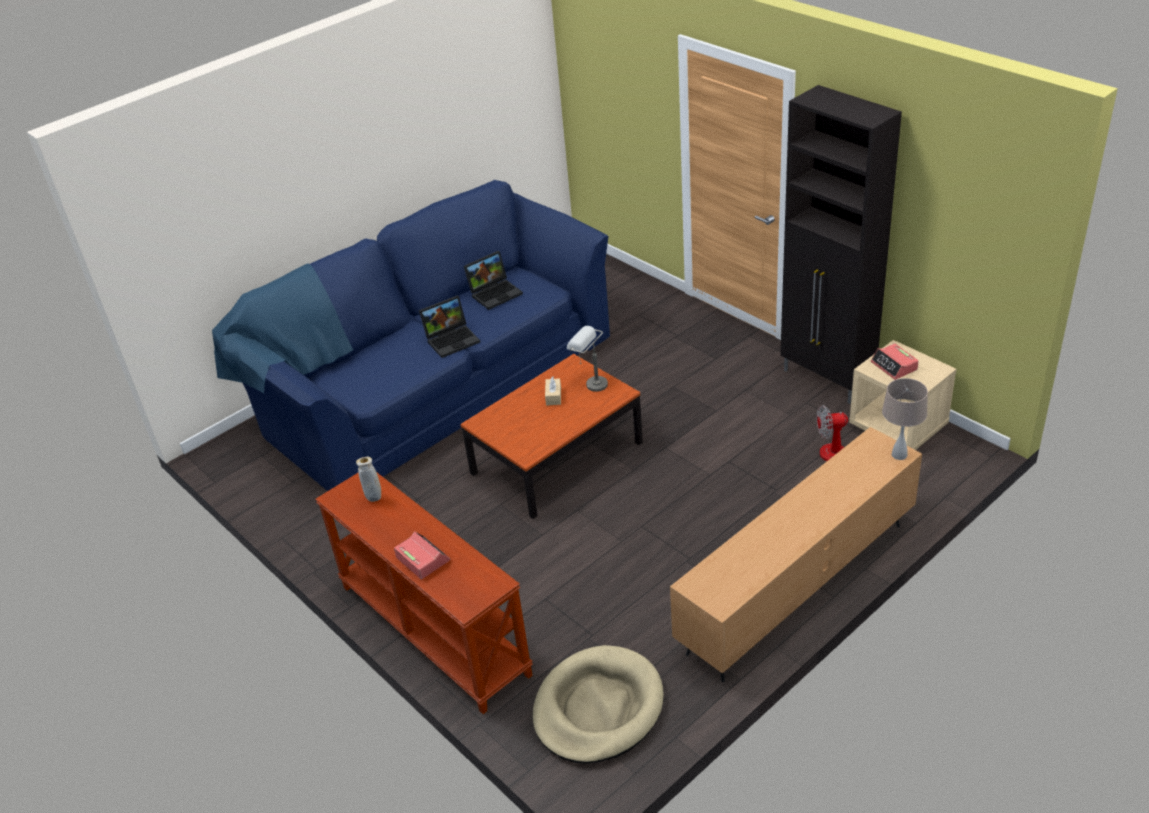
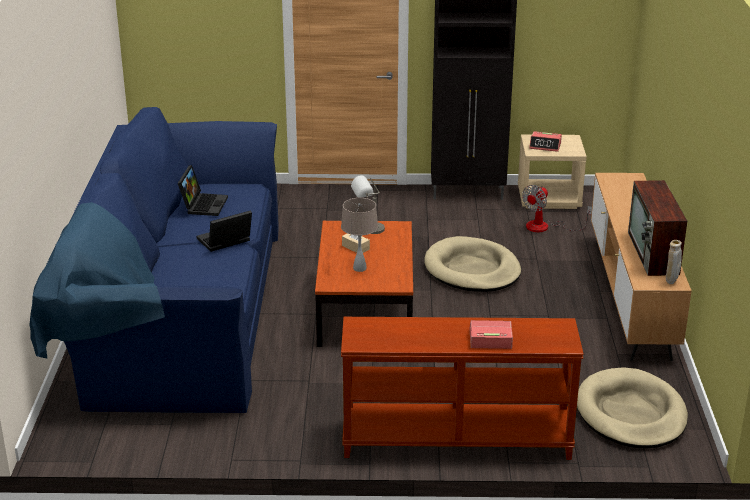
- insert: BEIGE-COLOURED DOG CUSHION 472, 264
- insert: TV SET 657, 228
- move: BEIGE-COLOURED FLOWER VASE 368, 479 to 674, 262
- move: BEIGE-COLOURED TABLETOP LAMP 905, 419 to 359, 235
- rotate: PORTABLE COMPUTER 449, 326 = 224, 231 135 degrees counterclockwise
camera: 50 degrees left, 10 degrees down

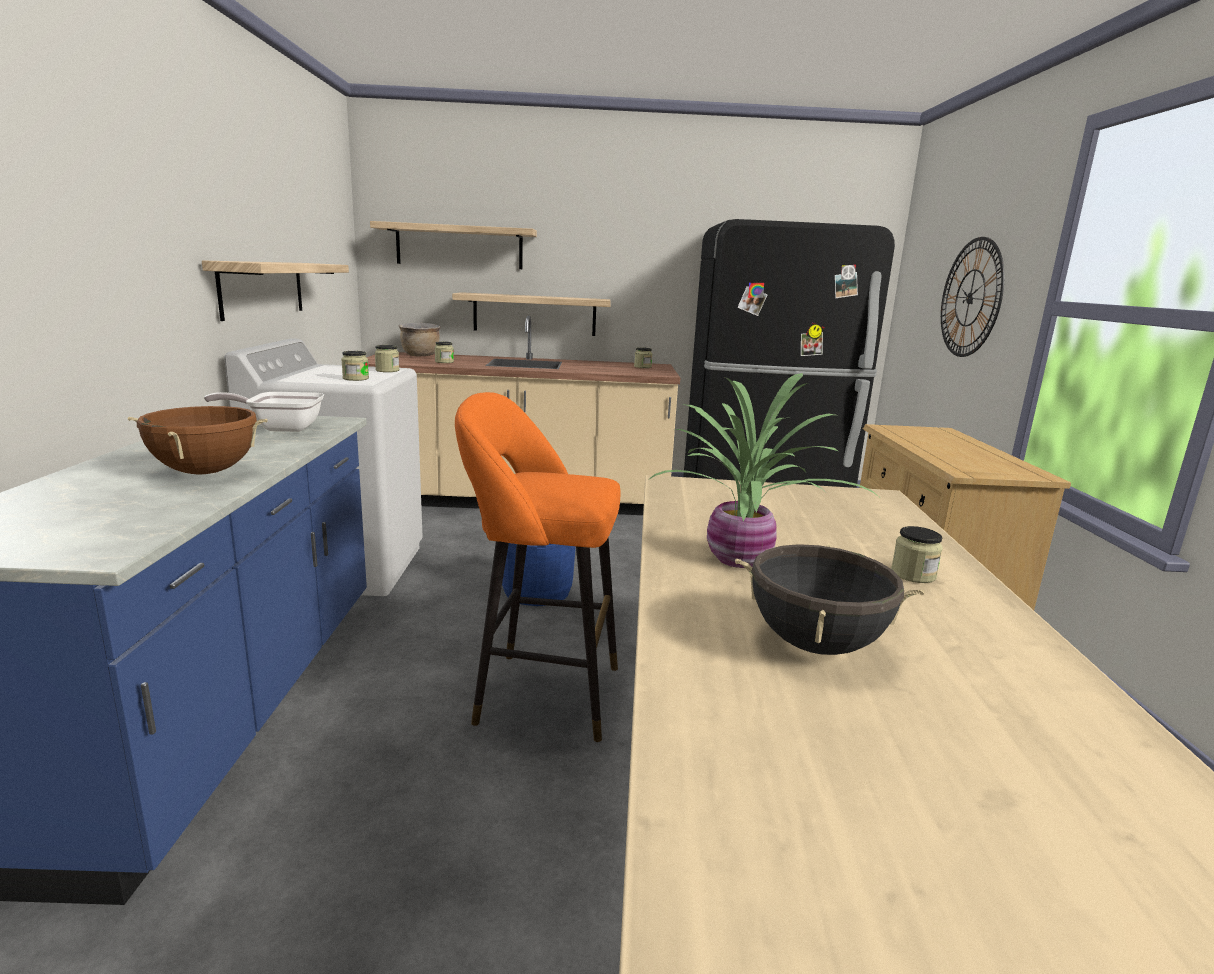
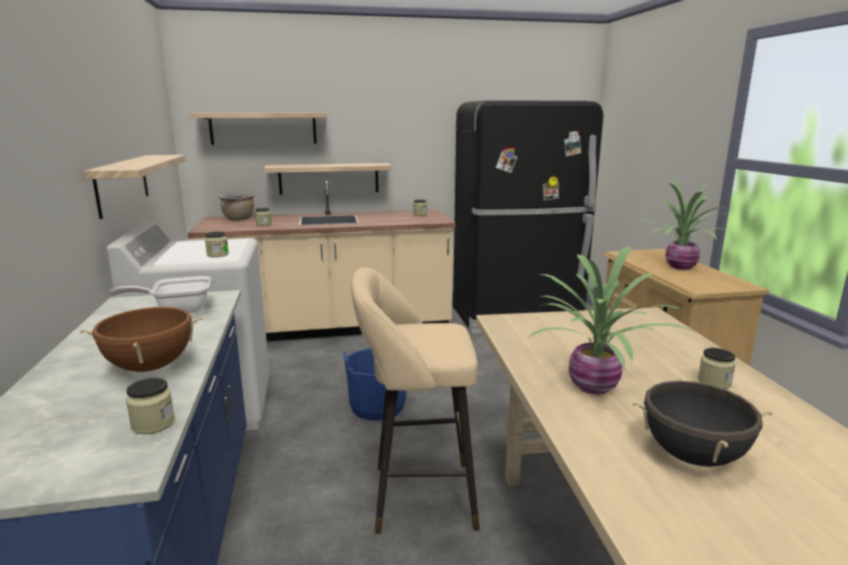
- delete: WALL CLOCK 972, 297
- insert: PLANT IN A POT 682, 225
- move: STORAGE JAR 387, 358 to 150, 406
- recolor: ORANGEY SITTING STOOL 537, 567 to BEIGE-COLOURED SITTING STOOL 415, 400
camera: 10 degrees left, 0 degrees up

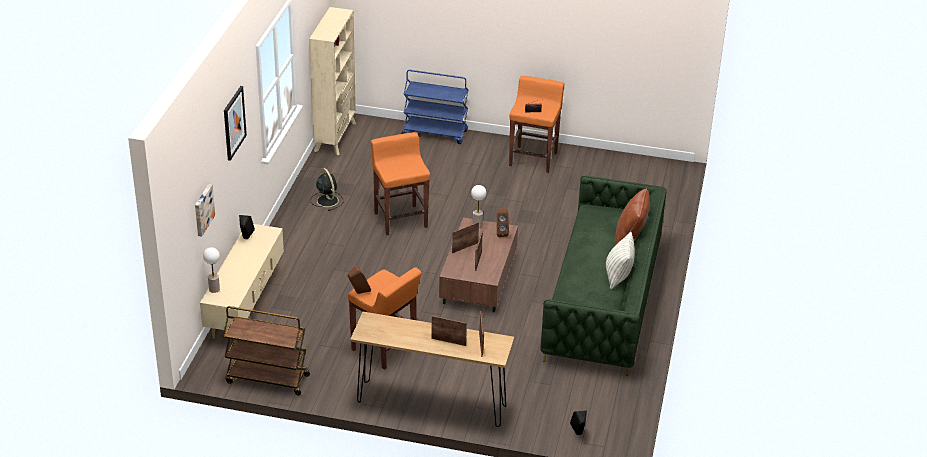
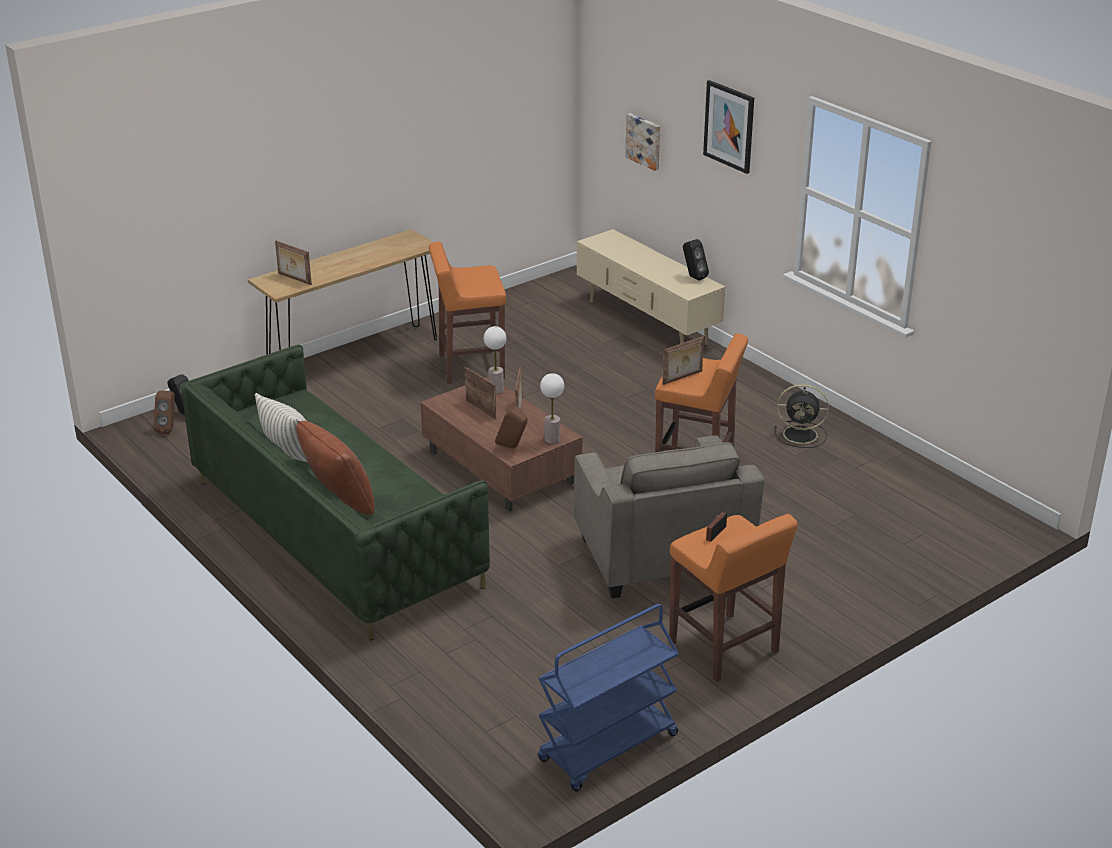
- delete: BROWN CART 266, 350
- delete: BEIGE-COLOURED BOOKCASE 332, 81
- insert: GREY LOUNGE CHAIR 669, 516
- move: TABLETOP LAMP 211, 270 to 495, 360
- move: BROWN LOUDSPEAKER 359, 279 to 164, 412
- move: BLUISH CART 434, 107 to 608, 698
- move: STANDING FRAME 449, 331 to 683, 360
camera: 130 degrees right, 5 degrees down

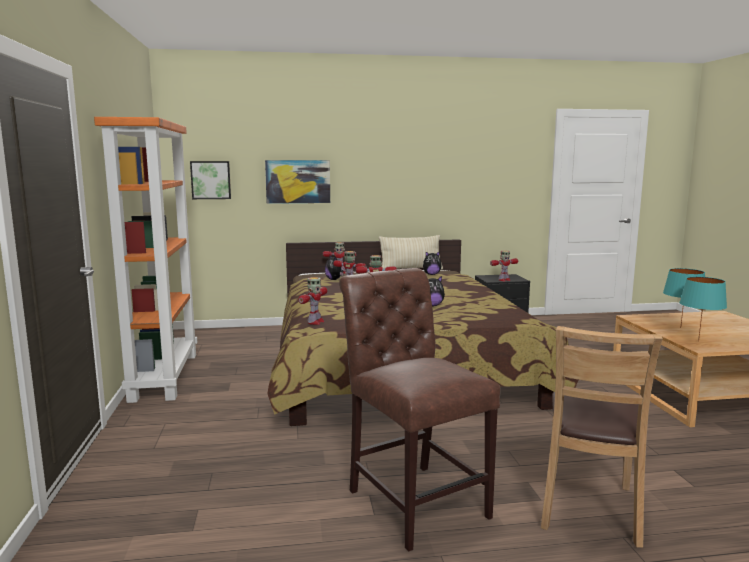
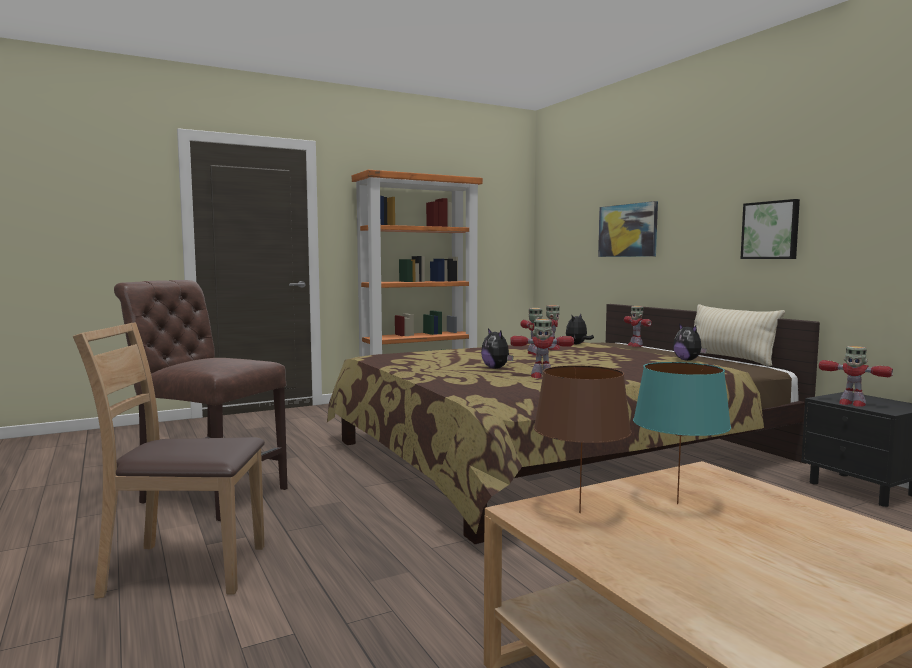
- move: WALL PICTURE 210, 180 to 770, 229
- move: ROBOT FIGURE 312, 301 to 542, 348
- recolor: TURQUOISE-COLOURED TABLETOP LAMP 703, 309 to BROWN TABLETOP LAMP 582, 439
- rotate: BROWN UPRIGHT CHAIR 420, 409 = 200, 400 105 degrees counterclockwise
camera: 70 degrees right, 5 degrees down

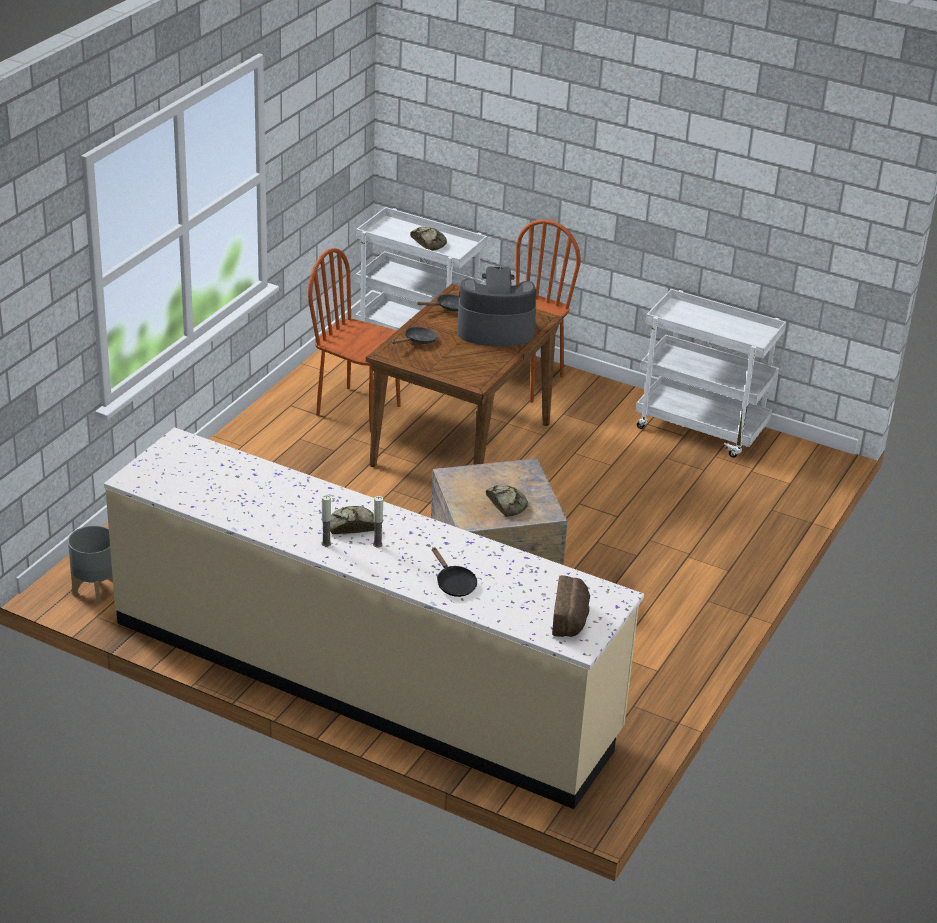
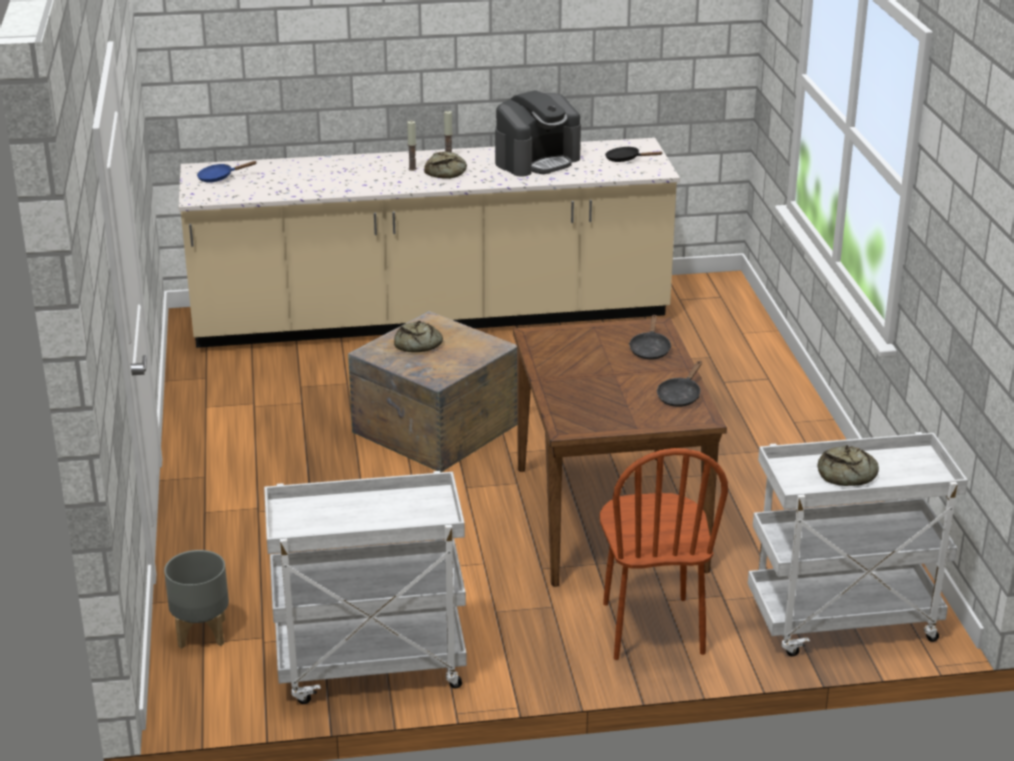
- delete: BROWN UPRIGHT CHAIR 354, 340
- move: GREY PLANTER 90, 565 to 196, 599
- move: BLACKISH SKILLET 454, 572 to 634, 154
- move: COFFEE MAKER 496, 306 to 538, 133
- replace: BAKED BREAD 571, 606 to BLUISH SKILLET 227, 172
camera: 145 degrees right, 5 degrees down

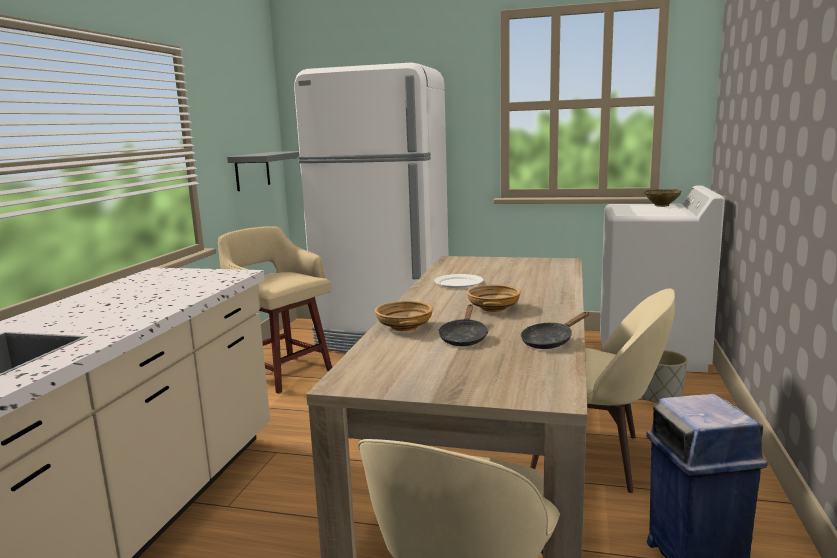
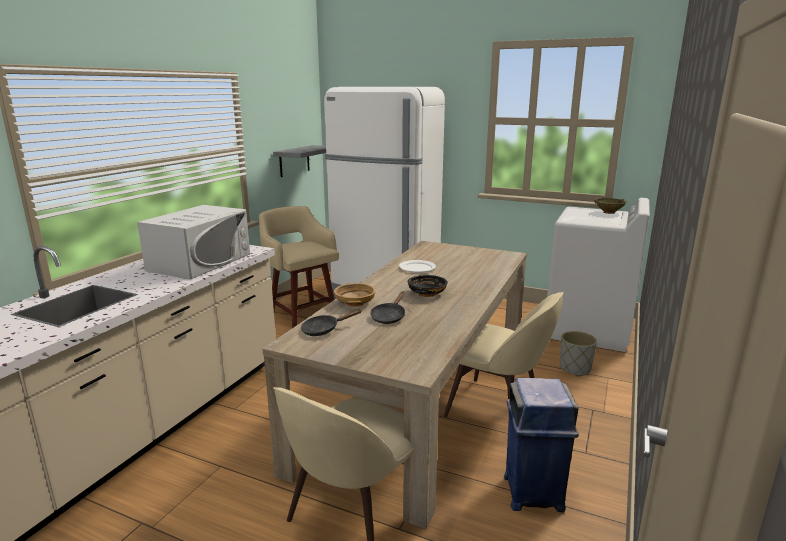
- insert: WHITISH MICROWAVE OVEN 193, 242
- move: BLACKISH SKILLET 555, 330 to 331, 323
- recolor: BEIGE-COLOURED DEEP DISH 493, 298 to BLACKISH DEEP DISH 428, 286
camera: 10 degrees right, 5 degrees up

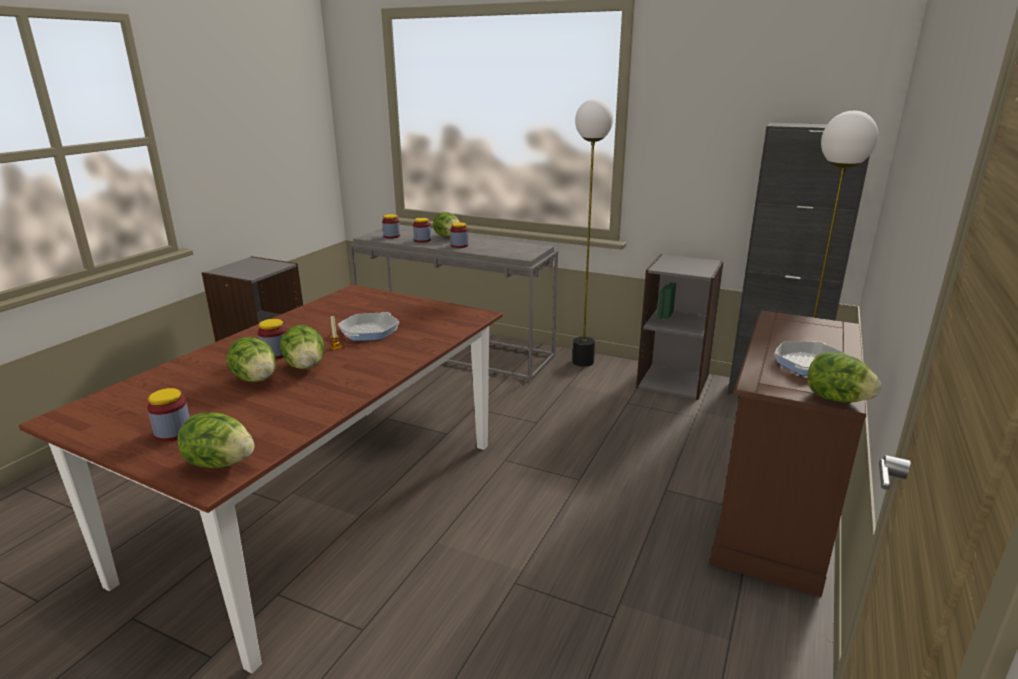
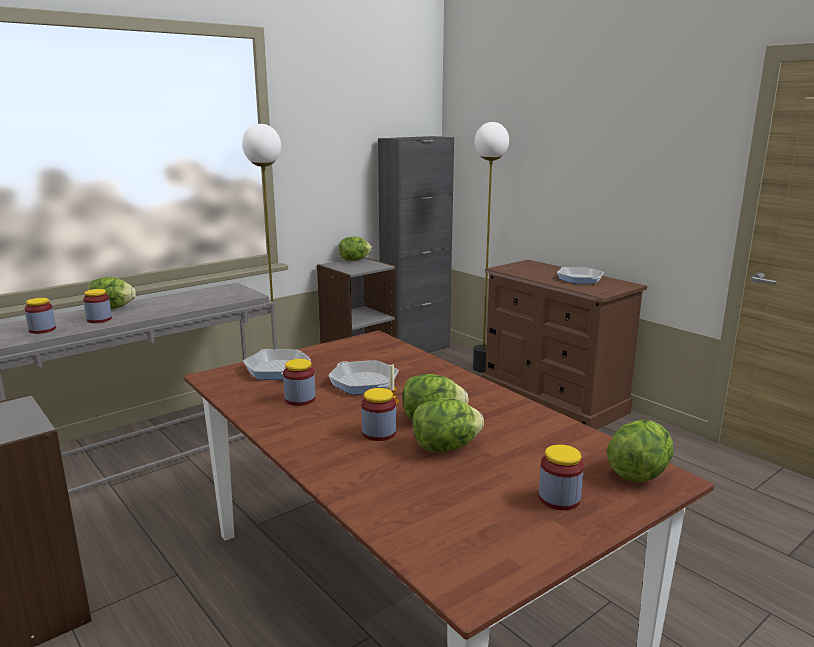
- insert: SKILLET 277, 364
- move: STORAGE JAR 459, 235 to 299, 382
- move: LETTUCE 844, 377 to 355, 249
camera: 65 degrees left, 5 degrees down

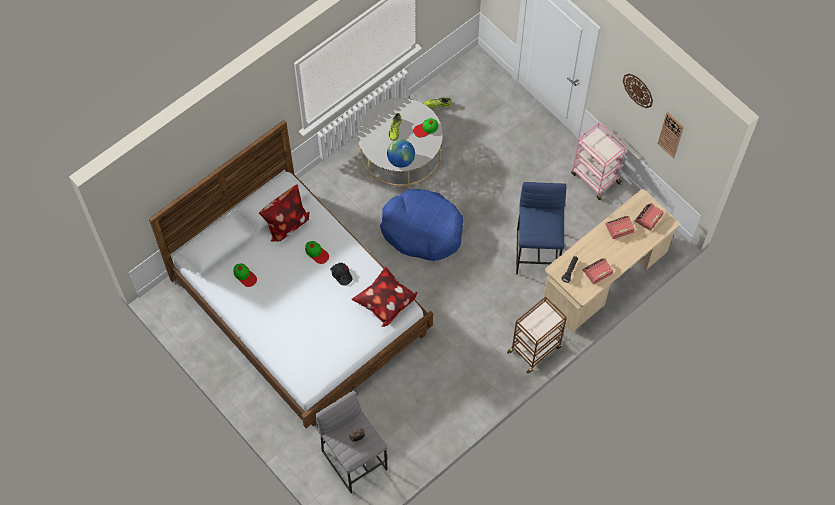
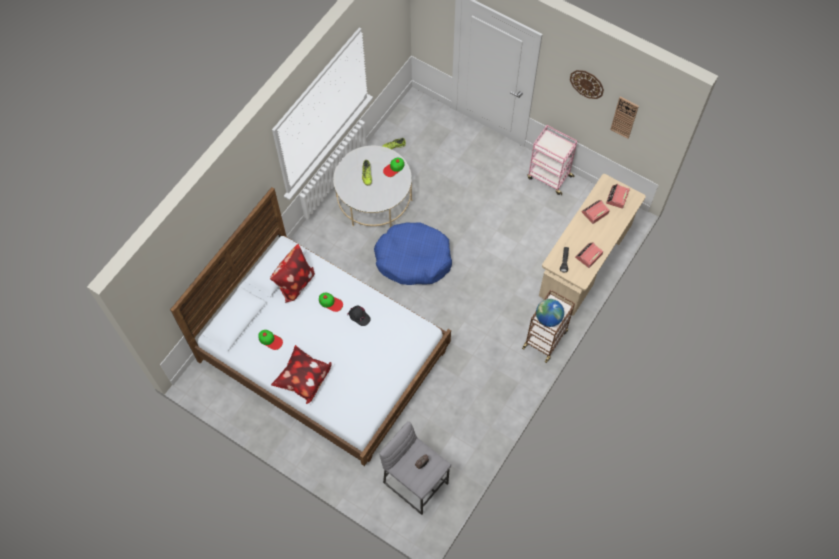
- delete: BLUISH SITTING STOOL 541, 228
- move: CUSHION 384, 296 to 301, 374
- move: GLOBE 401, 153 to 550, 313
camera: 15 degrees left, 0 degrees up

